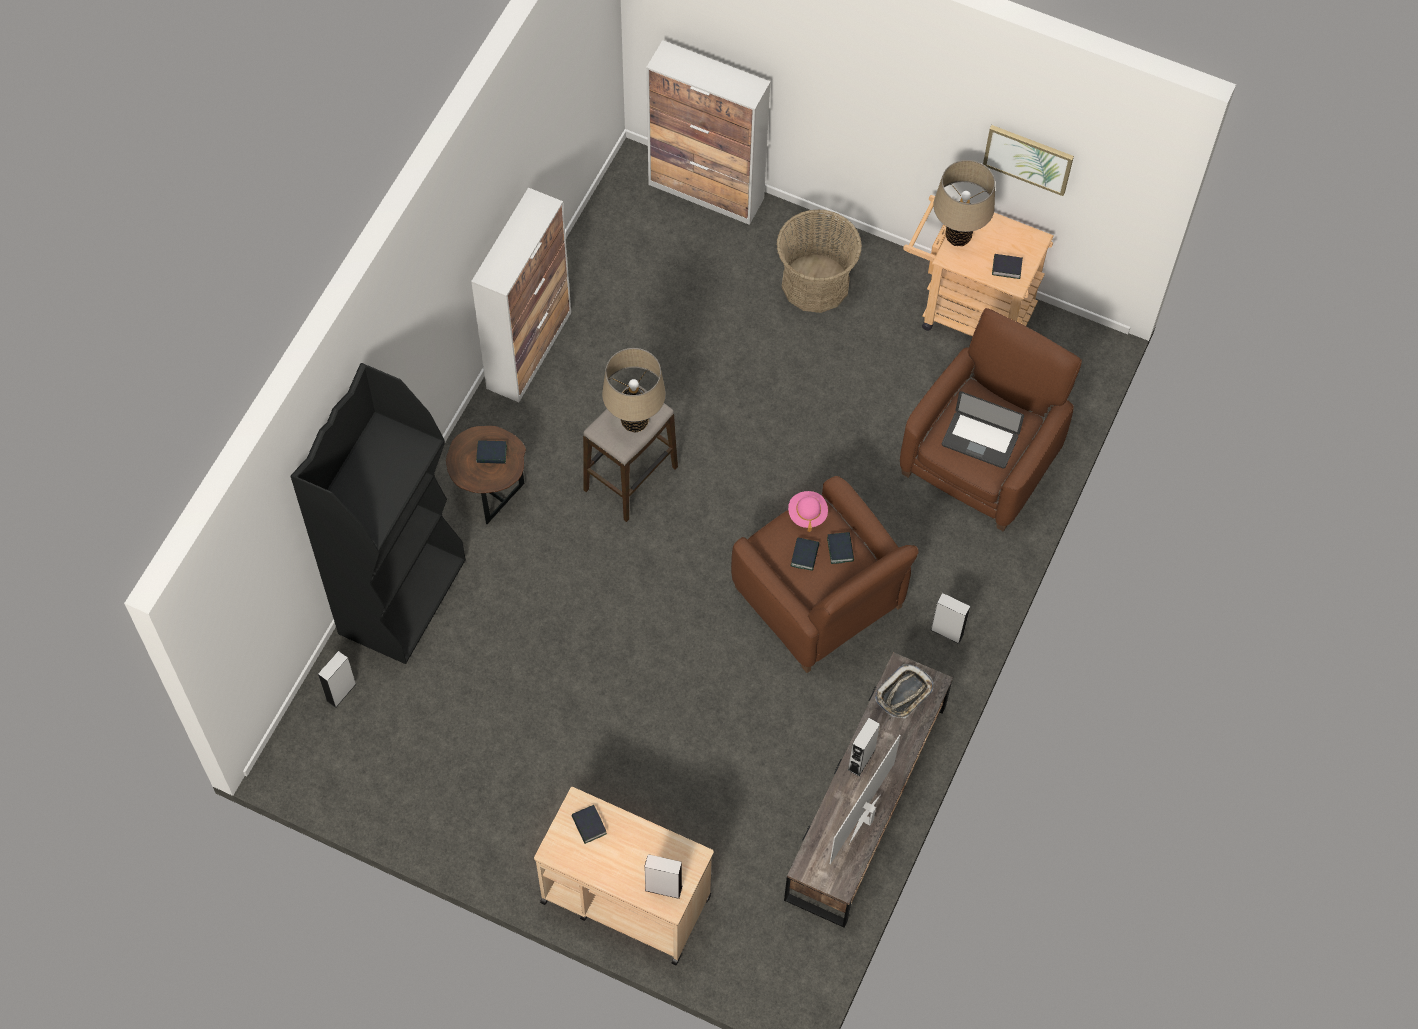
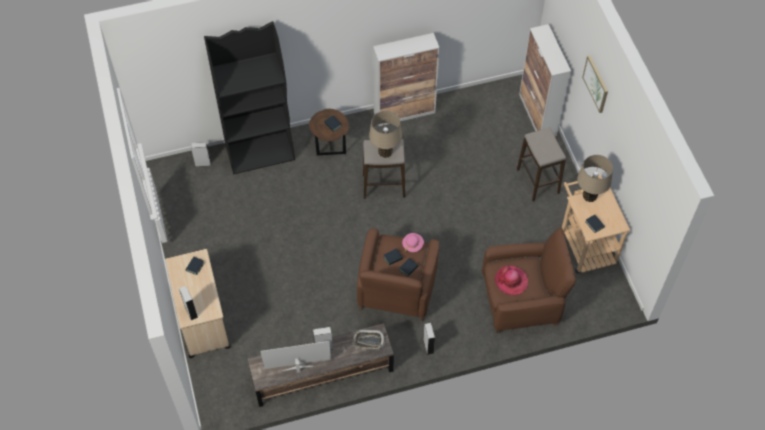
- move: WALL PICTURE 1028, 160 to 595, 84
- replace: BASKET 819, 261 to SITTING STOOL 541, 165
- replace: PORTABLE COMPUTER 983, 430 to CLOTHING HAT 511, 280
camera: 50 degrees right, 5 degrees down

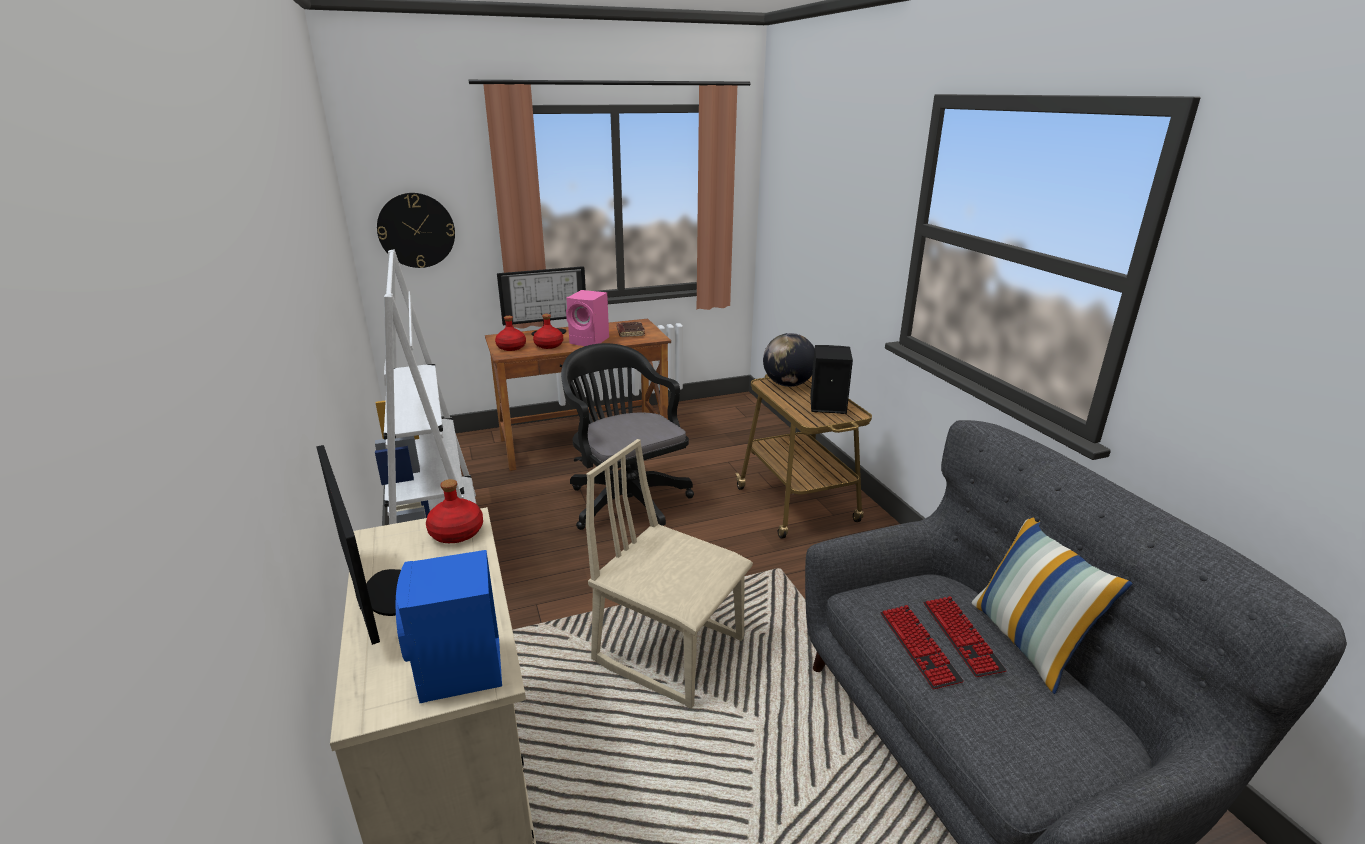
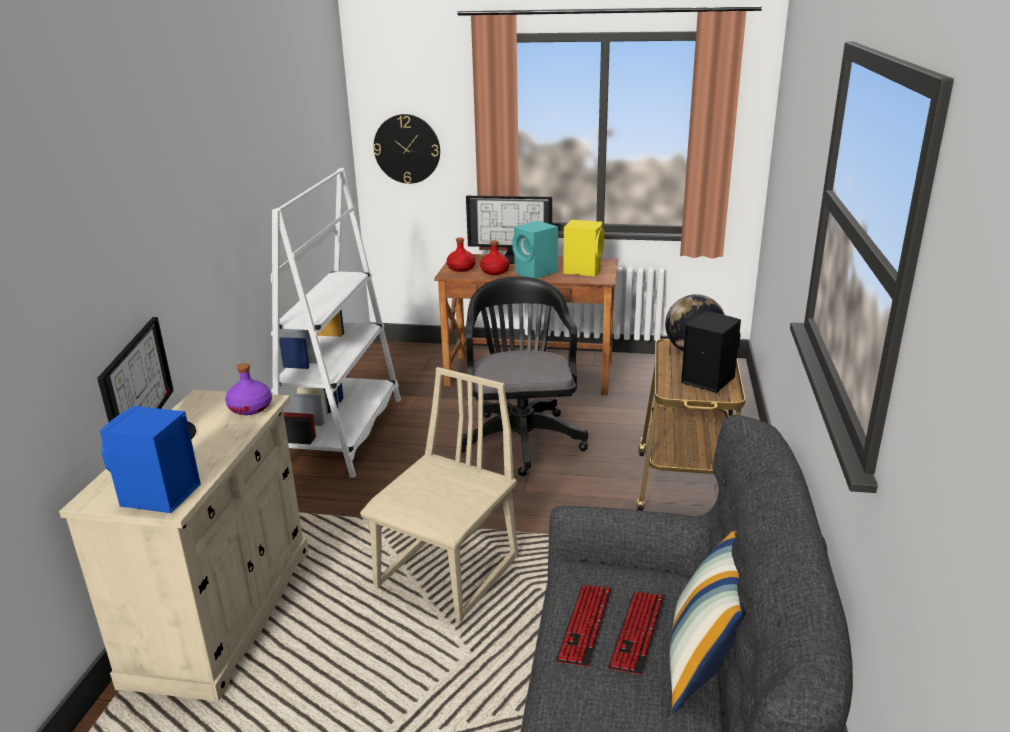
- replace: BROWN BOOK 630, 329 to YELLOW-COLOURED LOUDSPEAKER 583, 248
- recolor: RED BEVERAGE BOTTLE 454, 511 to PURPLE-COLOURED BEVERAGE BOTTLE 248, 389
- recolor: PINK-COLOURED LOUDSPEAKER 587, 318 to TURQUOISE-COLOURED LOUDSPEAKER 535, 250
- rotate: BEIGE-COLOURED UPRIGHT CHAIR 669, 574 = 439, 494 60 degrees clockwise
camera: 30 degrees right, 0 degrees up

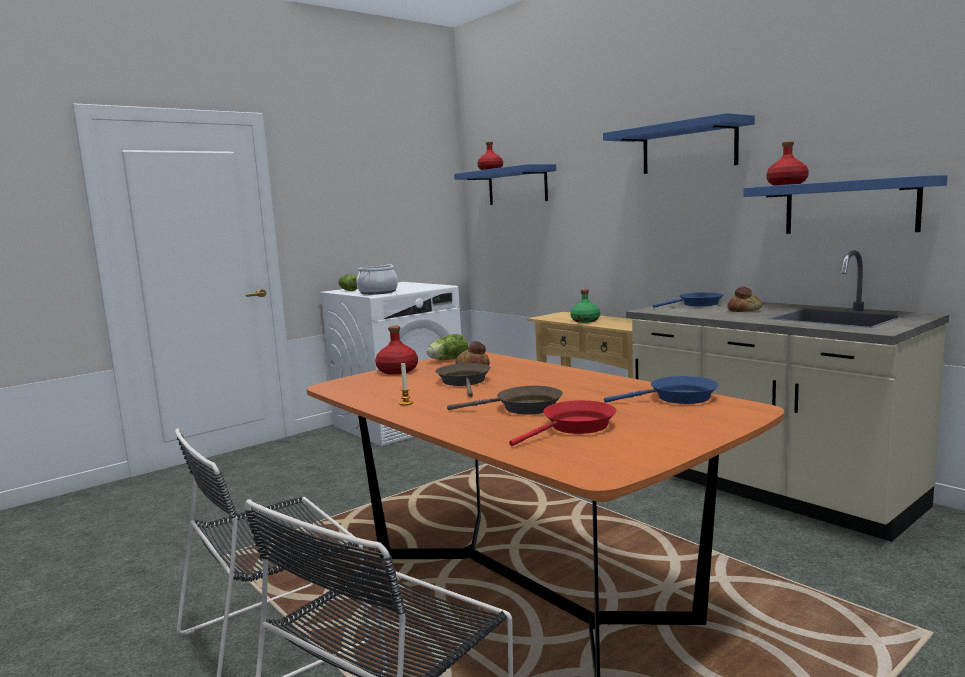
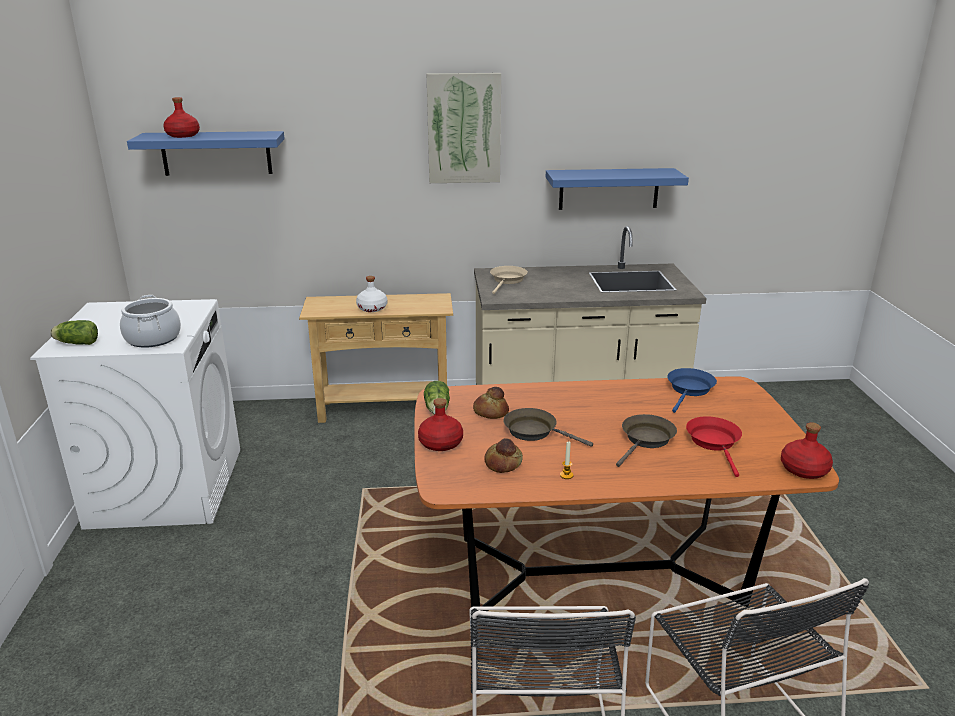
- move: BAKED BREAD 744, 299 to 504, 455
- move: RED BEVERAGE BOTTLE 787, 163 to 807, 450
- replace: BLUISH BRACKET SHELF 679, 143 to WALL PICTURE 463, 128
- recolor: GREENISH BEVERAGE BOTTLE 585, 306 to WHITISH BEVERAGE BOTTLE 371, 294
- recolor: BLUISH SKILLET 688, 300 to BEIGE-COLOURED SKILLET 509, 280
camera: 55 degrees left, 15 degrees up

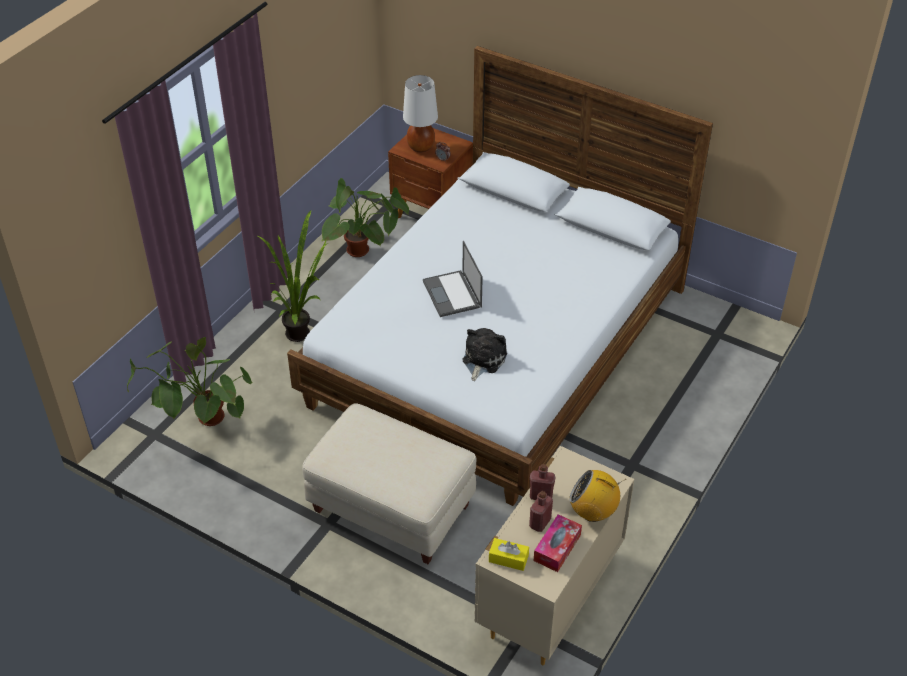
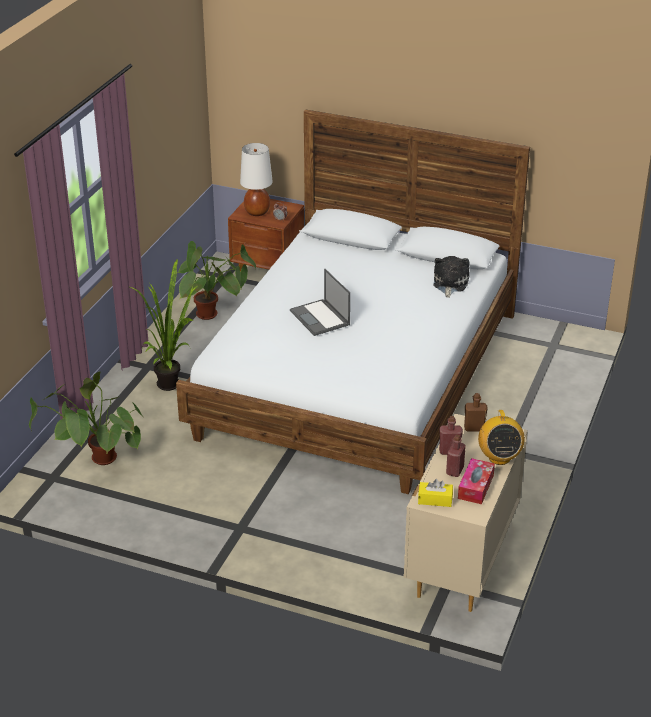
- delete: BEIGE-COLOURED FOOTREST 389, 483
- insert: BROWN BEVERAGE BOTTLE 476, 412
- move: SOFT TOY 484, 354 to 451, 277
- rotate: RADIO 597, 496 = 501, 437 105 degrees counterclockwise
camera: 10 degrees left, 10 degrees down

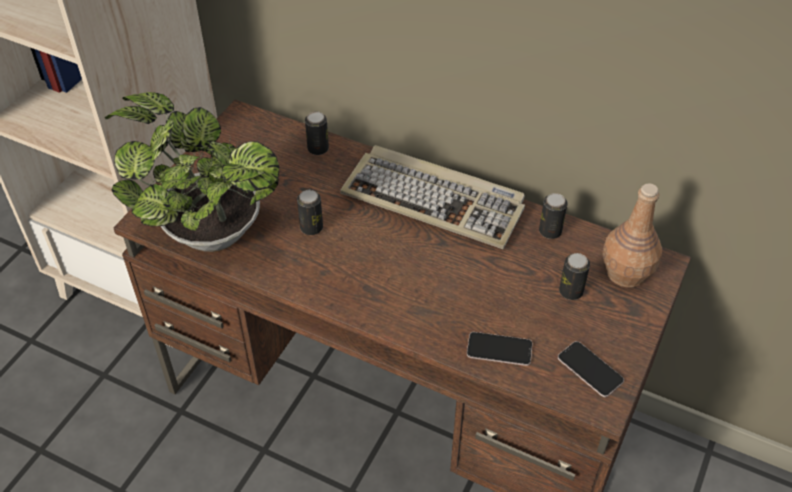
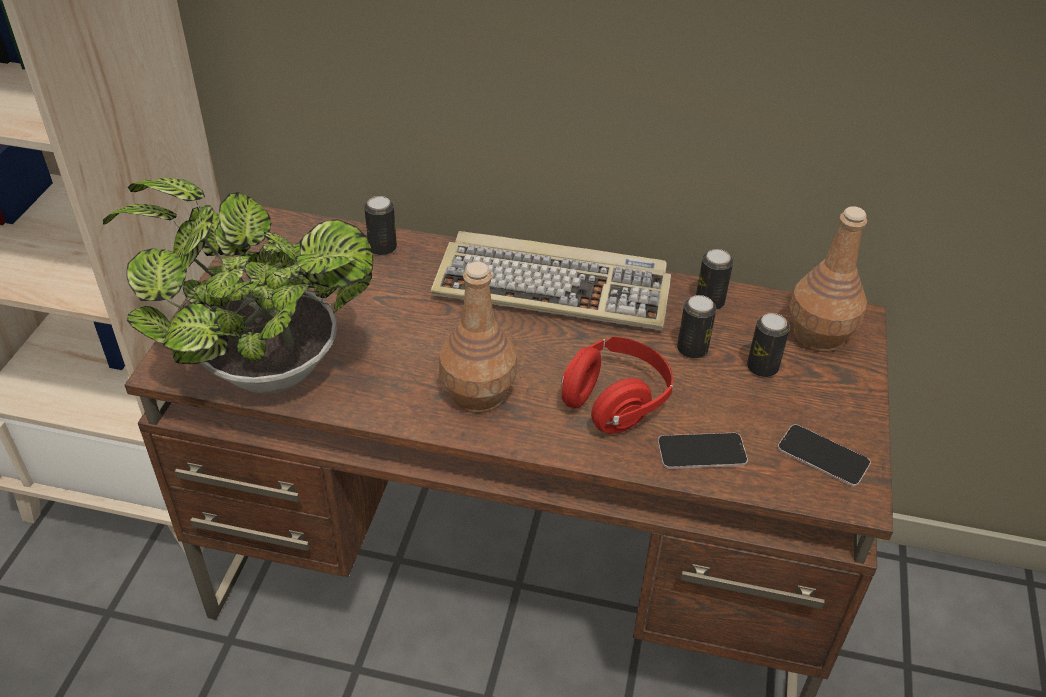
- insert: BROWN BEVERAGE BOTTLE 478, 337
- insert: RED HEADSET 617, 385
- move: SEALED CAN 310, 212 to 696, 327
camera: 15 degrees left, 5 degrees down

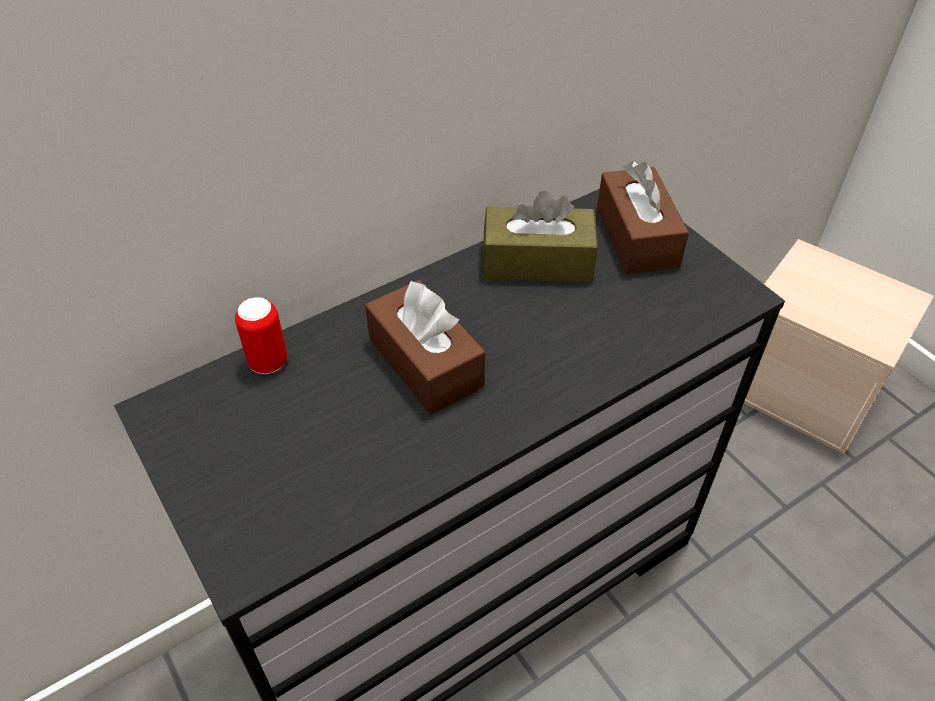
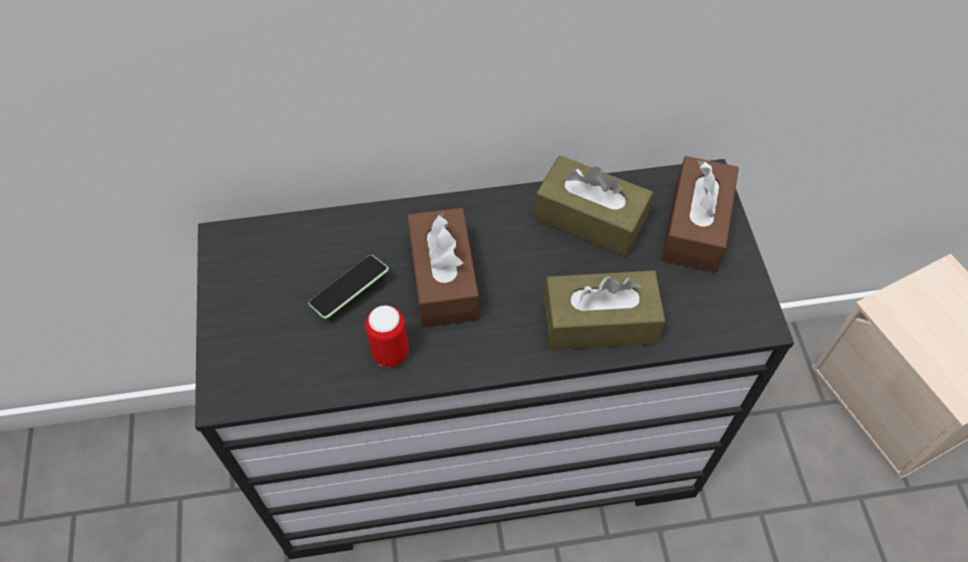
- insert: PHONE 349, 287
- insert: BROWN BOX OF TISSUES 605, 310
- move: SEALED CAN 261, 335 to 387, 336
camera: 25 degrees right, 10 degrees up

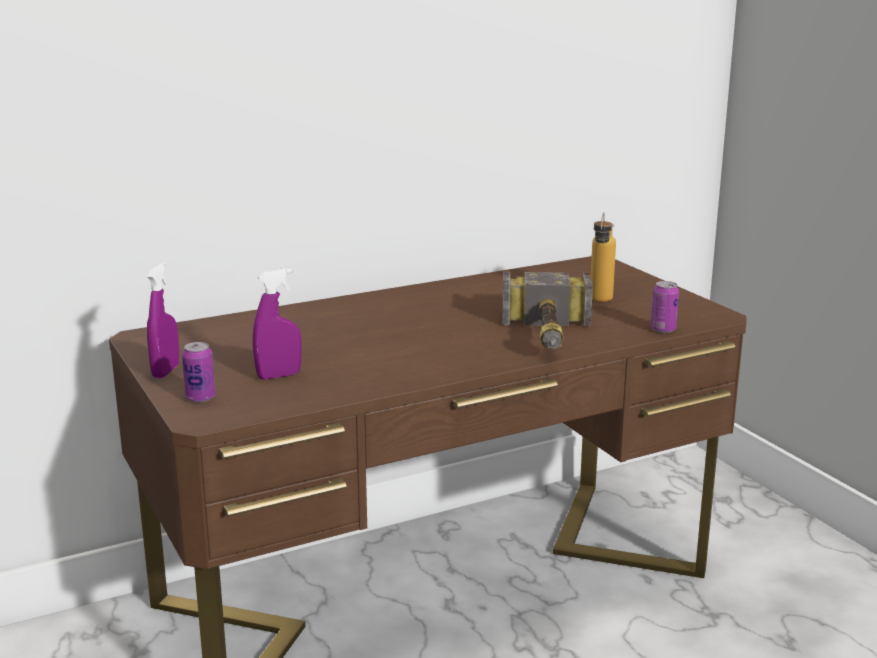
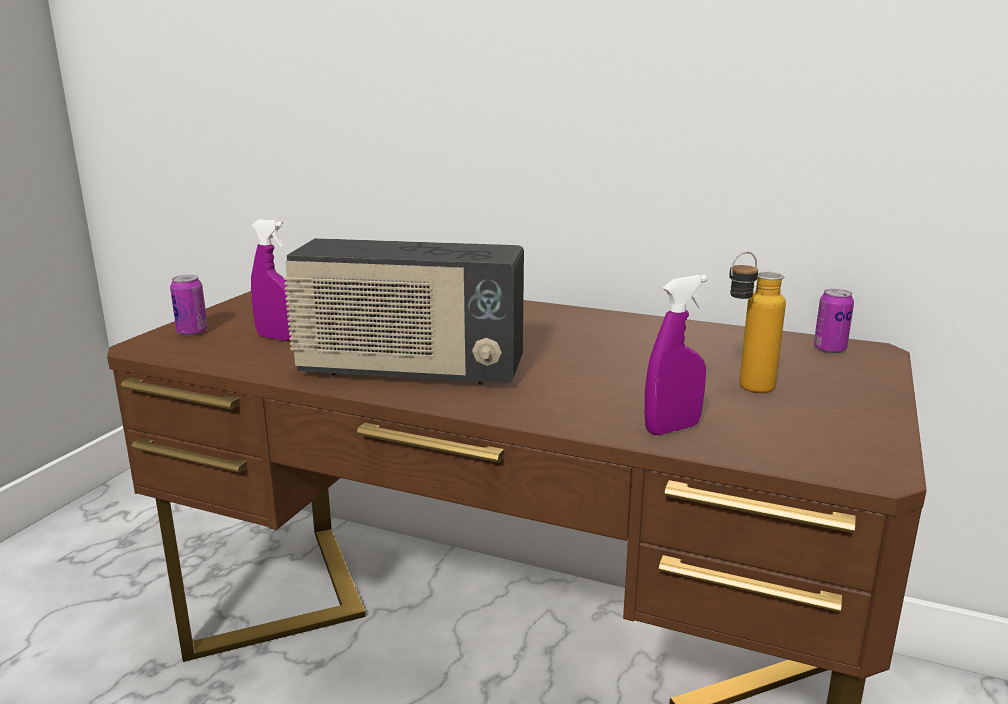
- delete: HAMMER 547, 310
- insert: RADIO 404, 312
- move: PURPLE-COLOURED SPRAY BOTTLE 163, 320 to 676, 355
- move: SEALED CAN 665, 307 to 834, 321
camera: 50 degrees right, 0 degrees up

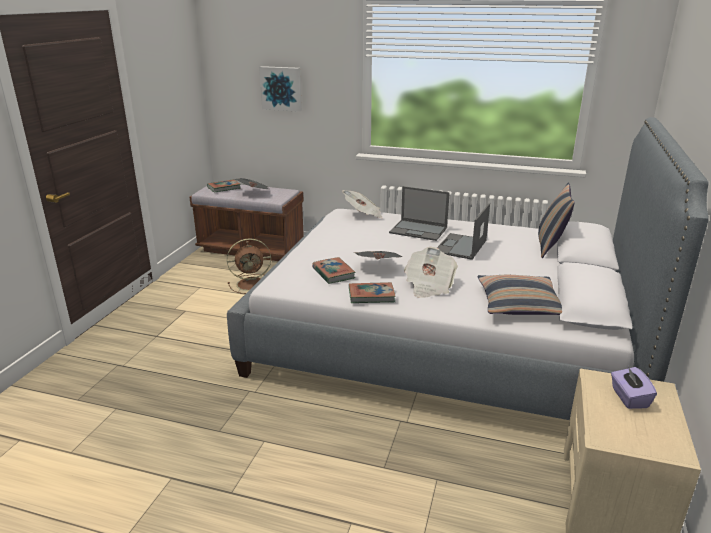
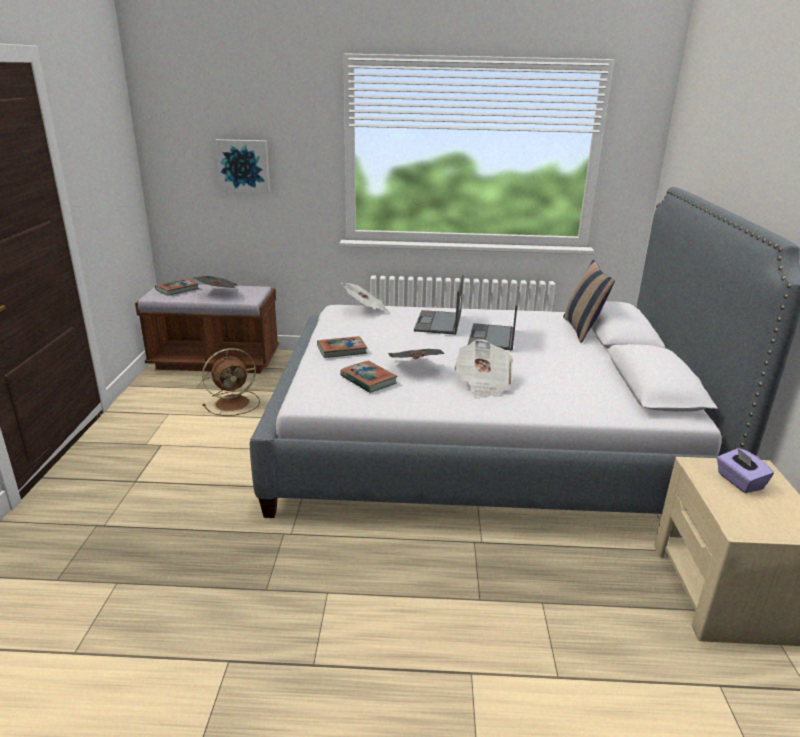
- delete: CUSHION 519, 295
- move: BOOK 372, 292 to 342, 347
- rotate: PORTABLE COMPUTER 419, 213 = 438, 305 90 degrees clockwise
camera: 15 degrees left, 0 degrees up

